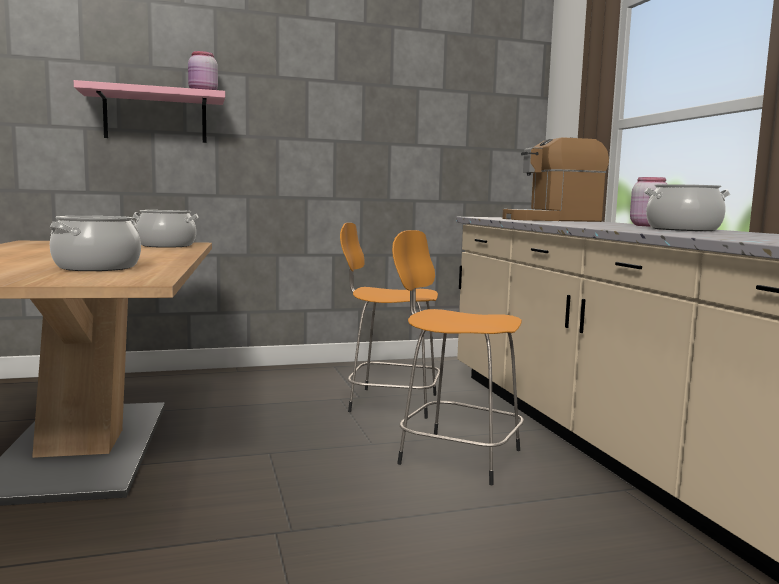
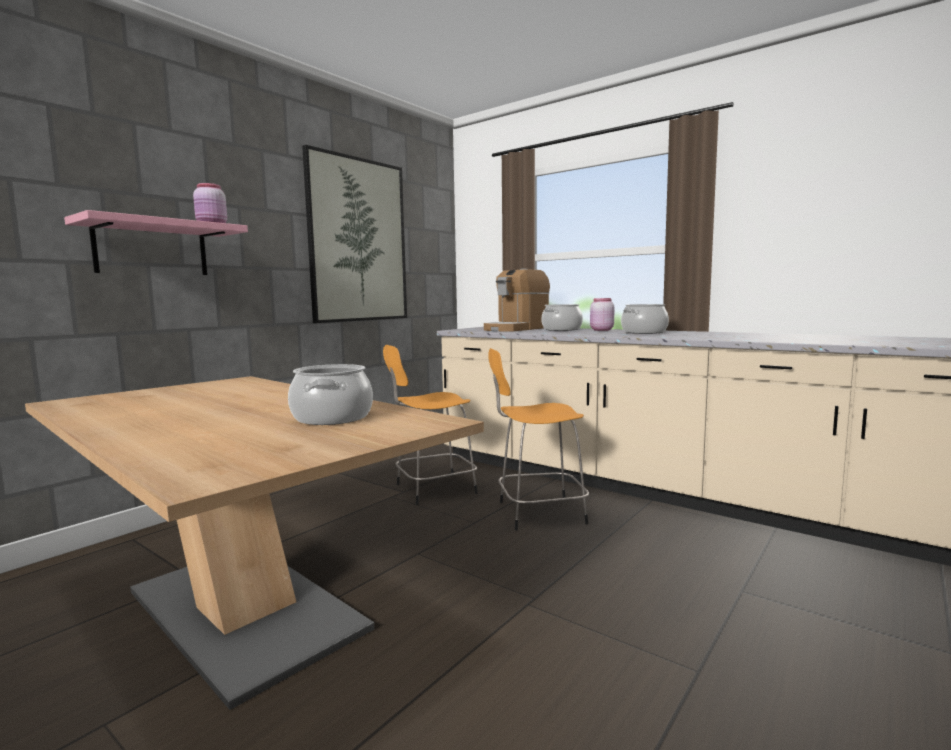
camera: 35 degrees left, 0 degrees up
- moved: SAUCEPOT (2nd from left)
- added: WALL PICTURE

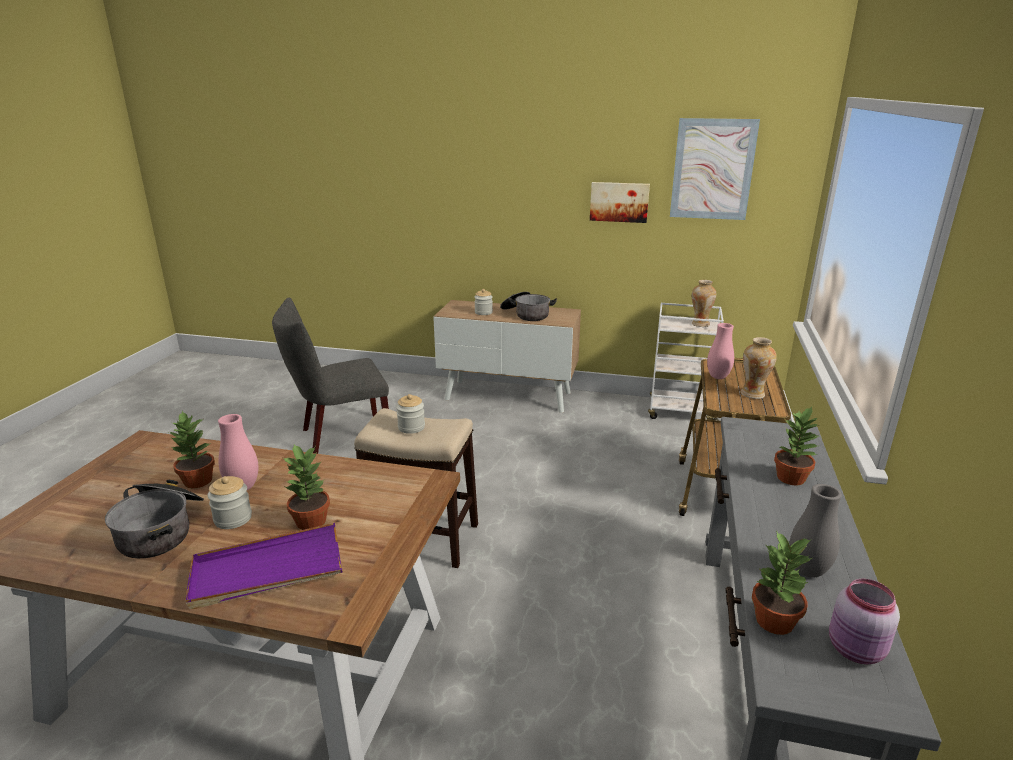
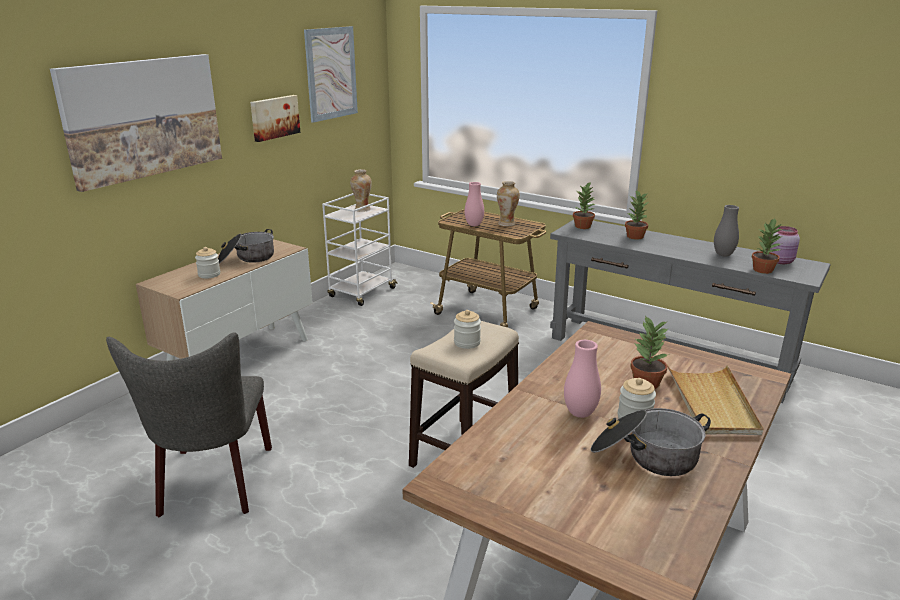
camera: 70 degrees left, 0 degrees up
- moved: PLANT IN A POT (1st from left)
- recoloured: PURPLISH SERVING TRAY to BEIGE SERVING TRAY
- added: WALL PICTURE (1st from left)

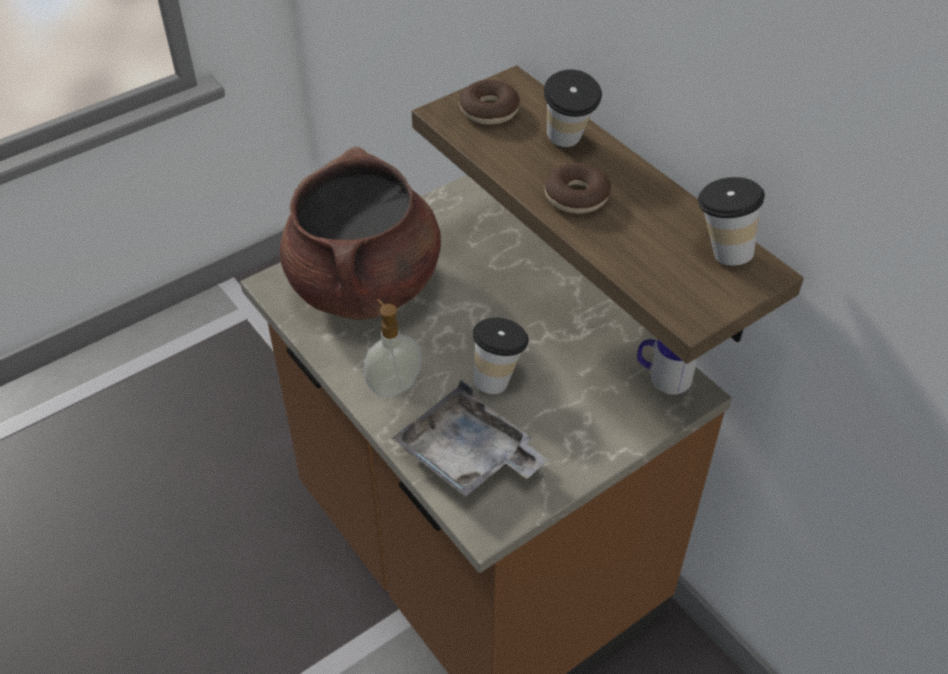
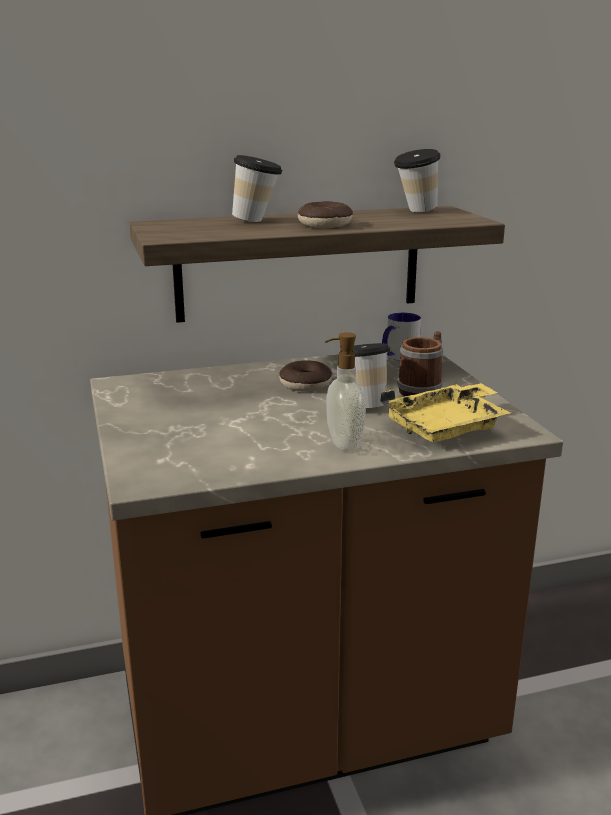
camera: 70 degrees left, 25 degrees down
- removed: BROWN-COLOURED SAUCEPOT
- recoloured: GRAY SERVING TRAY to YELLOW SERVING TRAY
- moved: DONUT (1st from left)
- added: MUG (2nd from left)

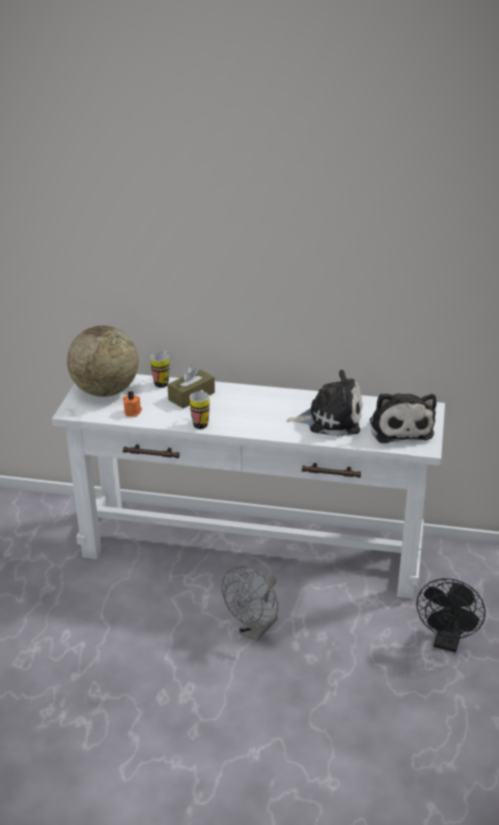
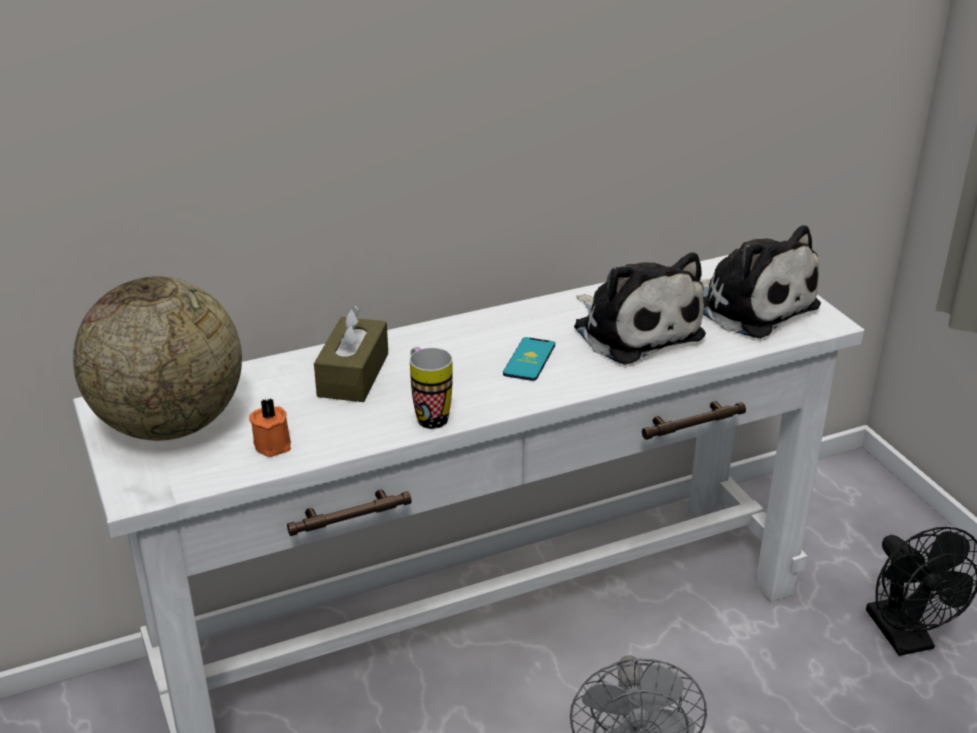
camera: 35 degrees left, 0 degrees up
- removed: MUG (1st from left)
- turned: CUDDLY TOY (1st from left) 90 degrees clockwise
- added: HANDSET

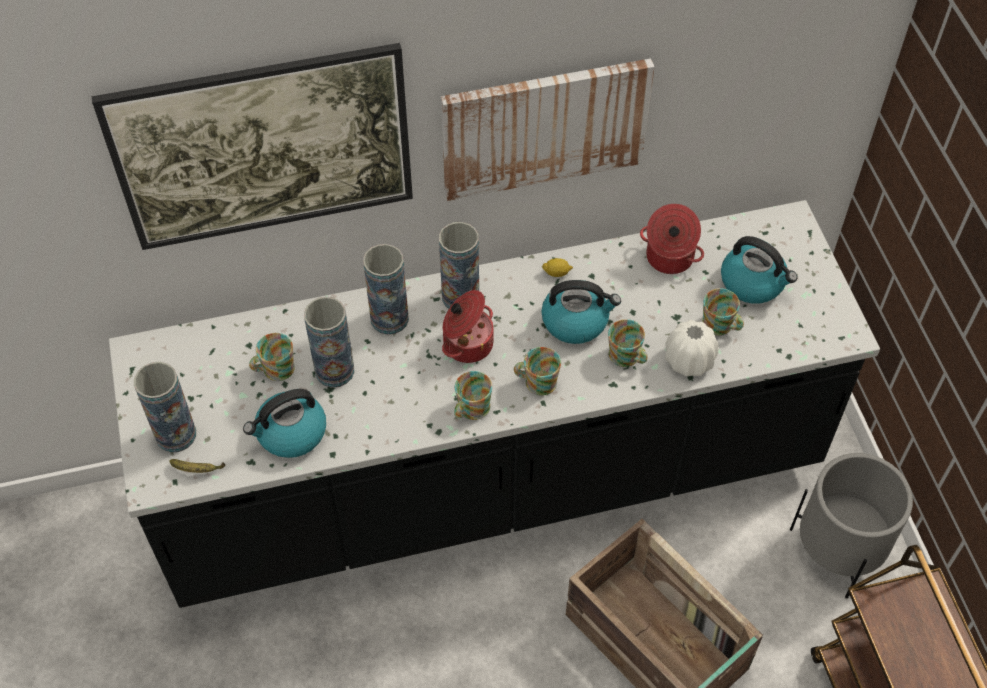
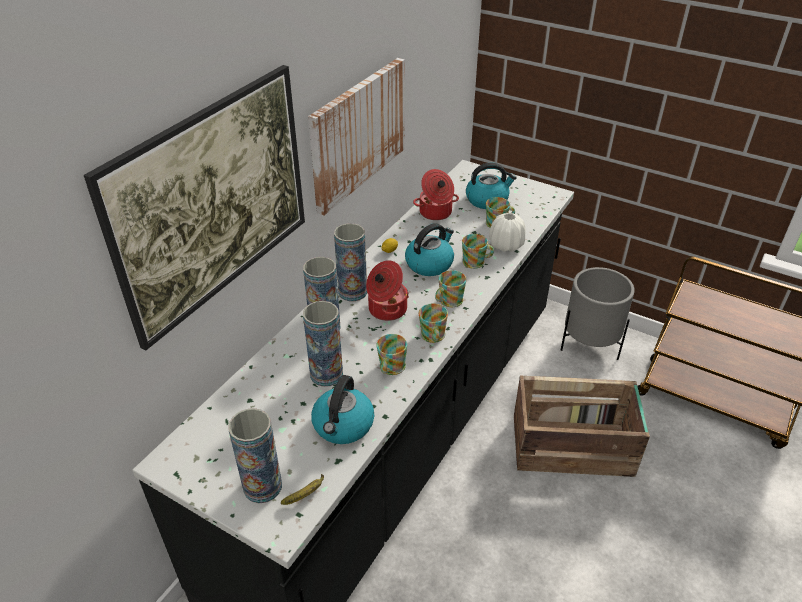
camera: 45 degrees left, 15 degrees down
- moved: MUG (1st from left)

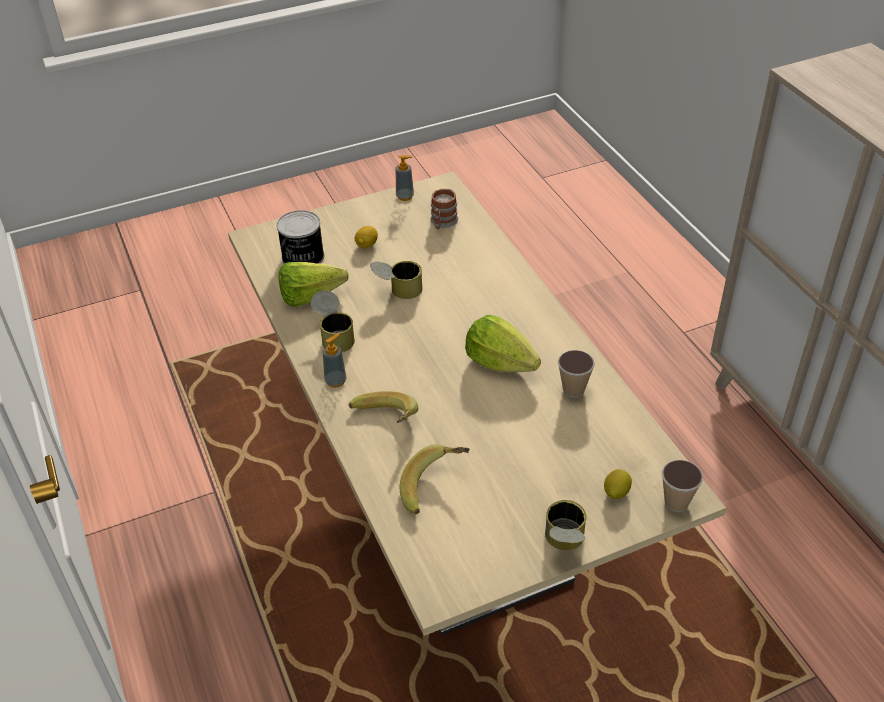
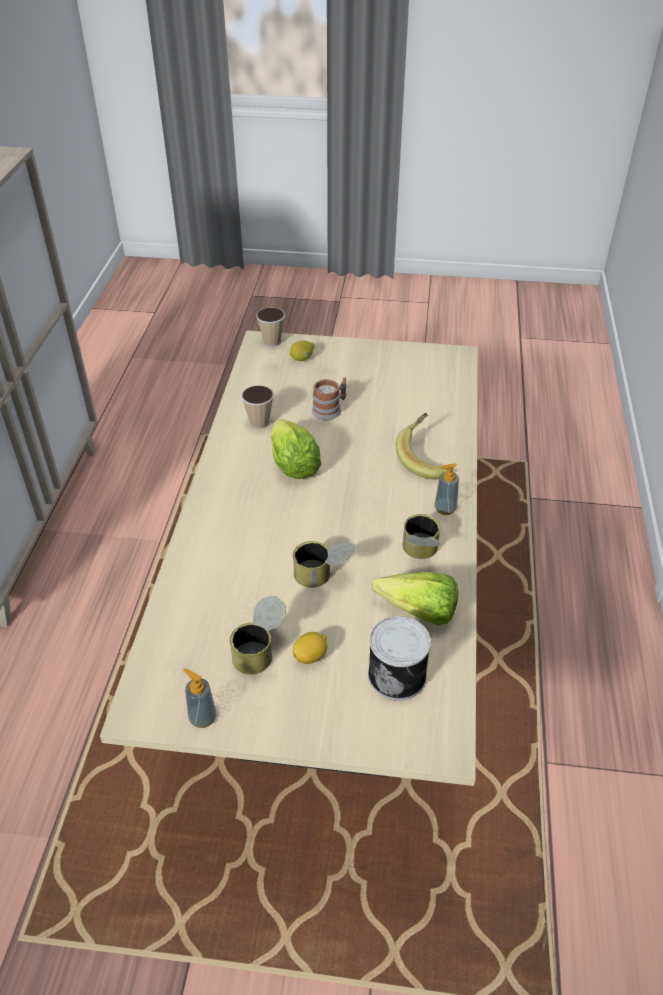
camera: 150 degrees left, 0 degrees up
- removed: BANANA FRUIT (2nd from left)
- moved: MUG
- moved: SEALED CAN (4th from left in the first image) to SEALED CAN (1st from left)

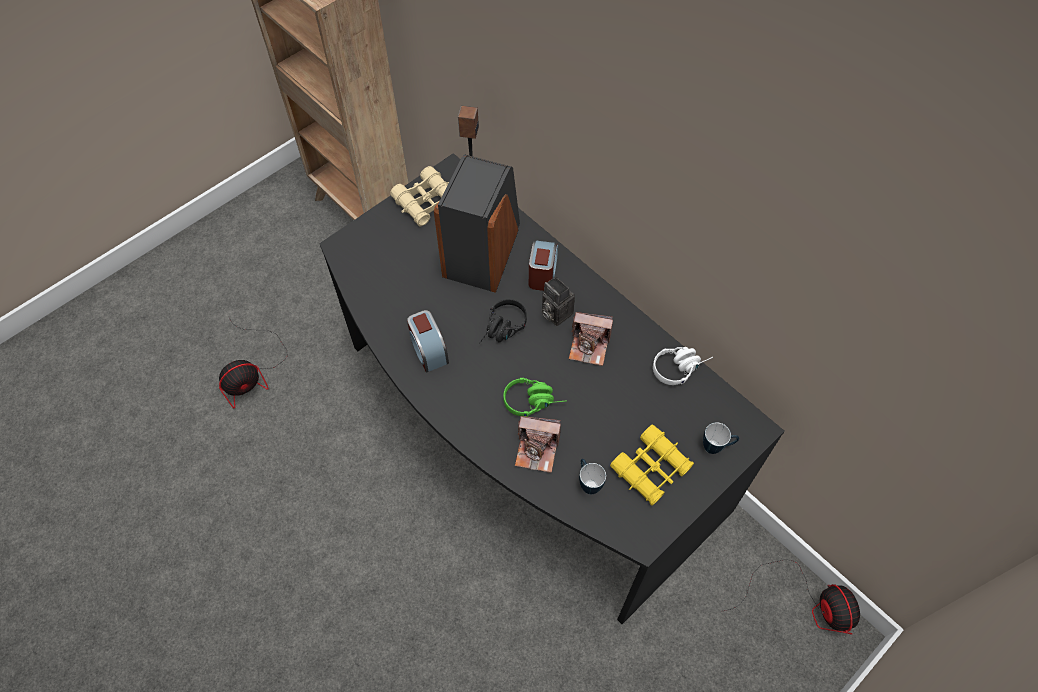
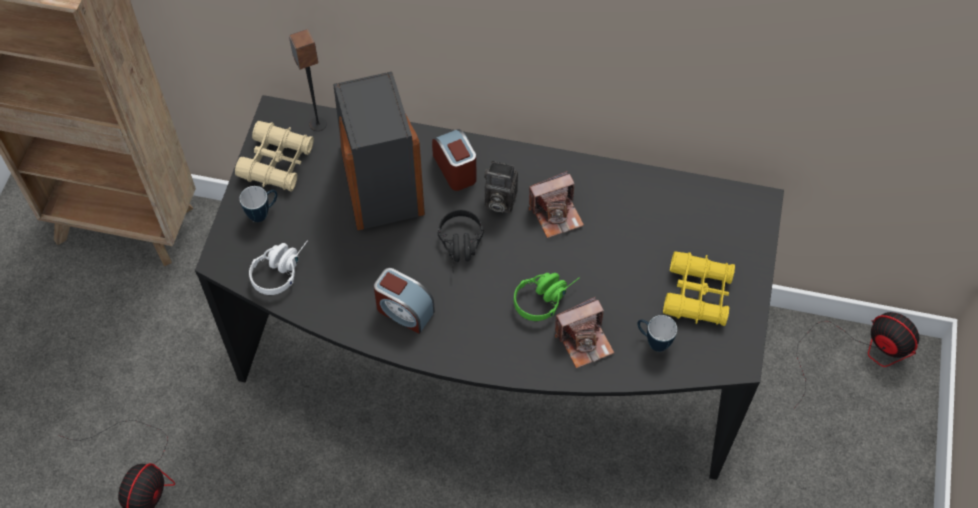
camera: 35 degrees left, 0 degrees up
- moved: WHITISH HEADSET
- moved: MUG (2nd from left in the first image) to MUG (1st from left)

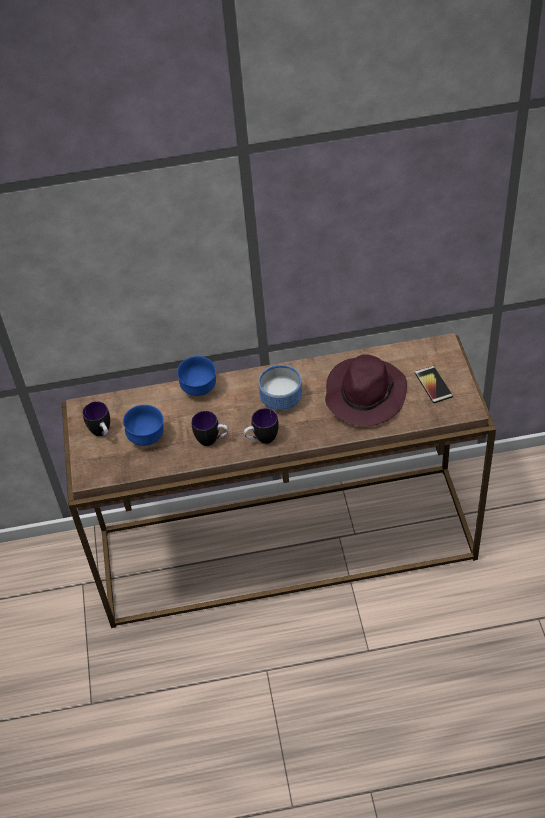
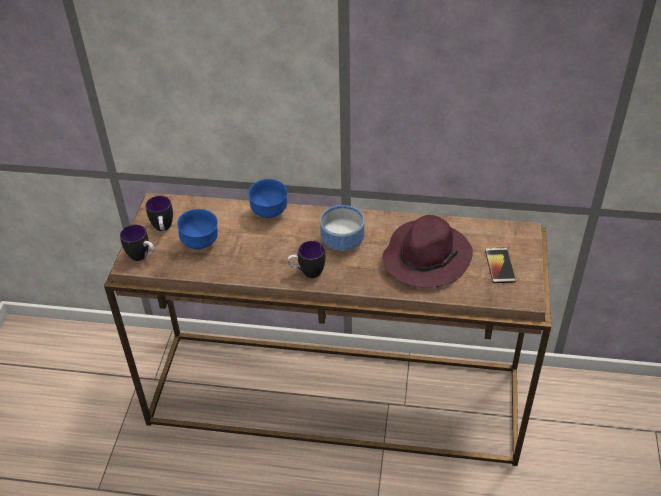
camera: 15 degrees right, 5 degrees down
- moved: MUG (2nd from left in the first image) to MUG (1st from left)

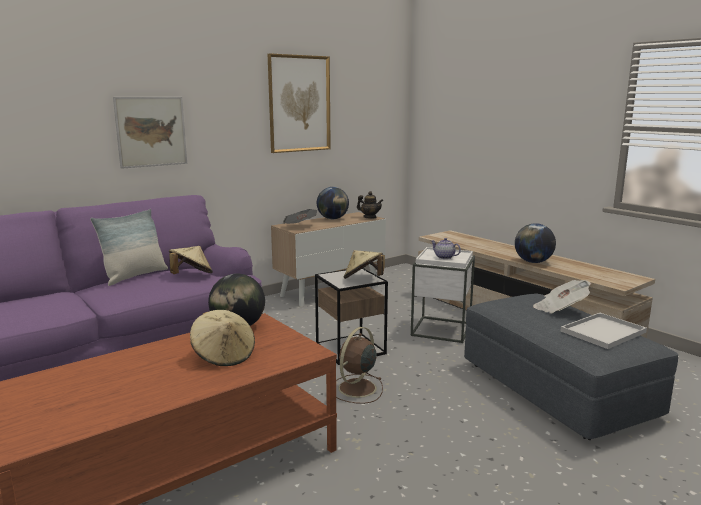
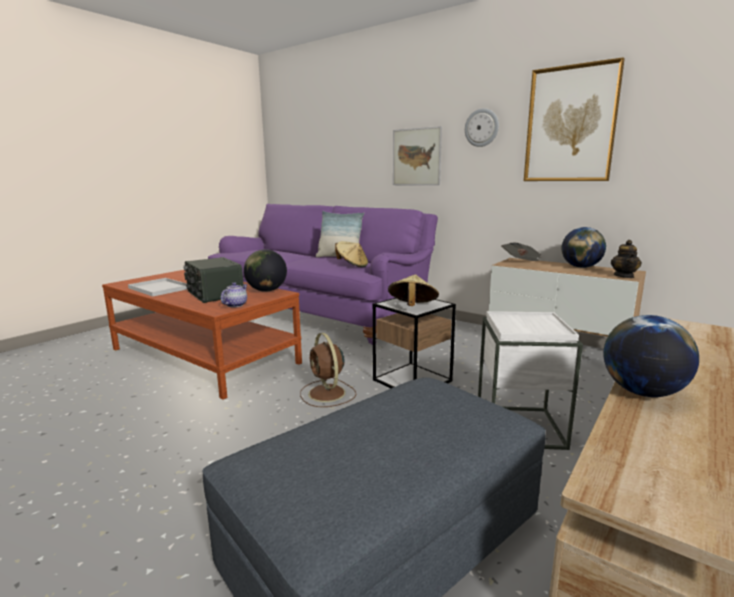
camera: 75 degrees right, 0 degrees up
- replaced: BEIGE HAT (2nd from left) to RADIO SET
- turned: BROWN-COLOURED ELECTRIC FAN 135 degrees counterclockwise
- moved: TEAPOT (2nd from left in the first image) to TEAPOT (1st from left)
- removed: NEWSPAPER (2nd from left)
- moved: WHITISH SERVING TRAY
- added: WALL CLOCK

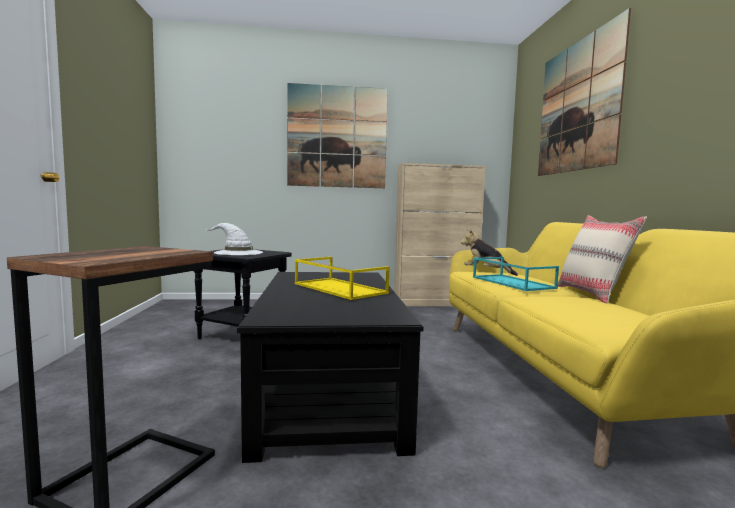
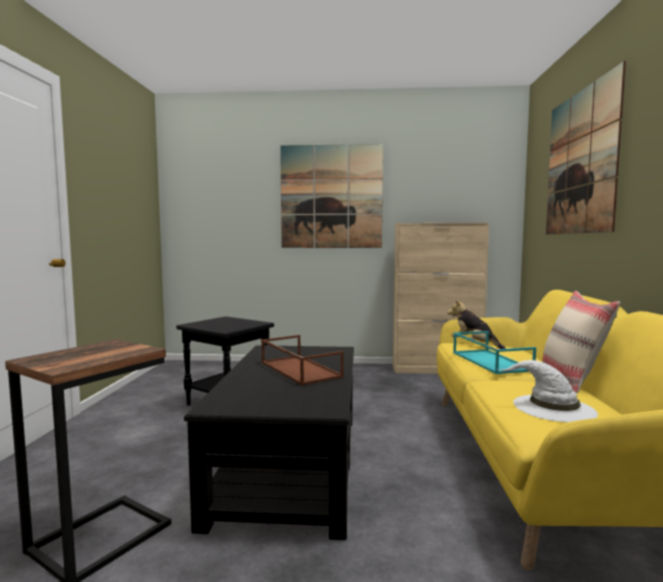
camera: 10 degrees right, 0 degrees up
- moved: WHITISH HAT
- recoloured: YELLOW SERVING TRAY to BROWN-COLOURED SERVING TRAY

